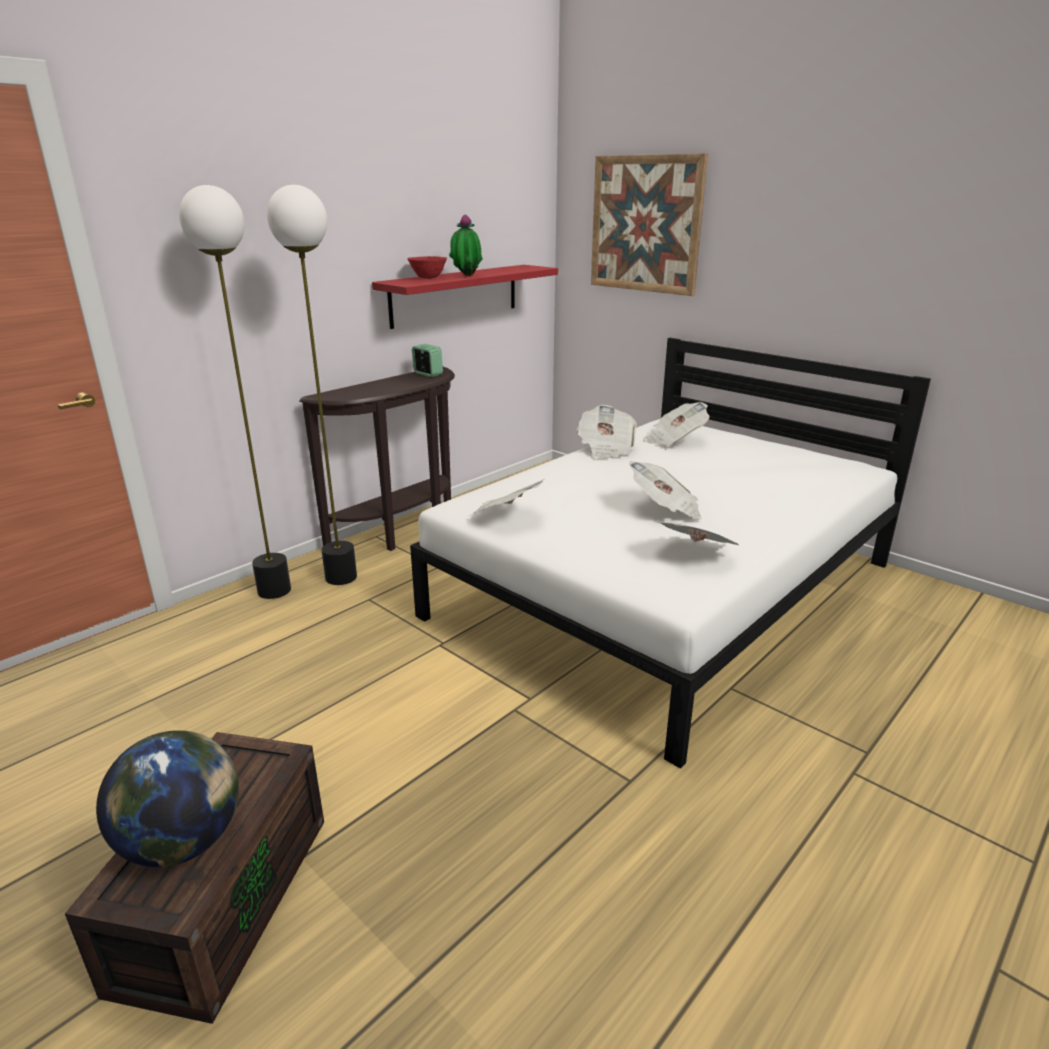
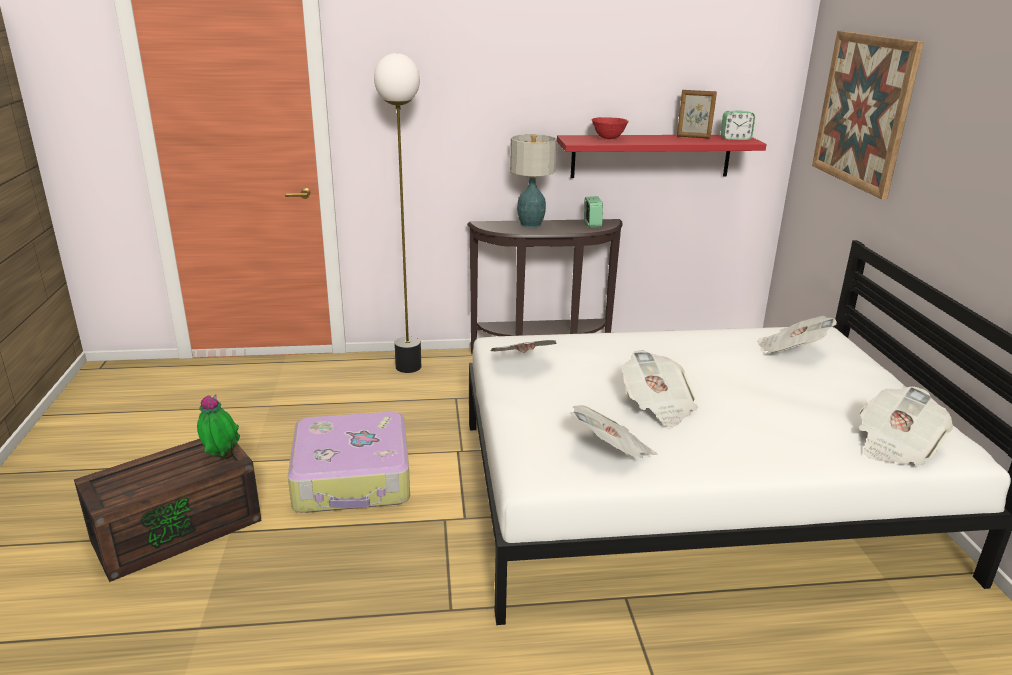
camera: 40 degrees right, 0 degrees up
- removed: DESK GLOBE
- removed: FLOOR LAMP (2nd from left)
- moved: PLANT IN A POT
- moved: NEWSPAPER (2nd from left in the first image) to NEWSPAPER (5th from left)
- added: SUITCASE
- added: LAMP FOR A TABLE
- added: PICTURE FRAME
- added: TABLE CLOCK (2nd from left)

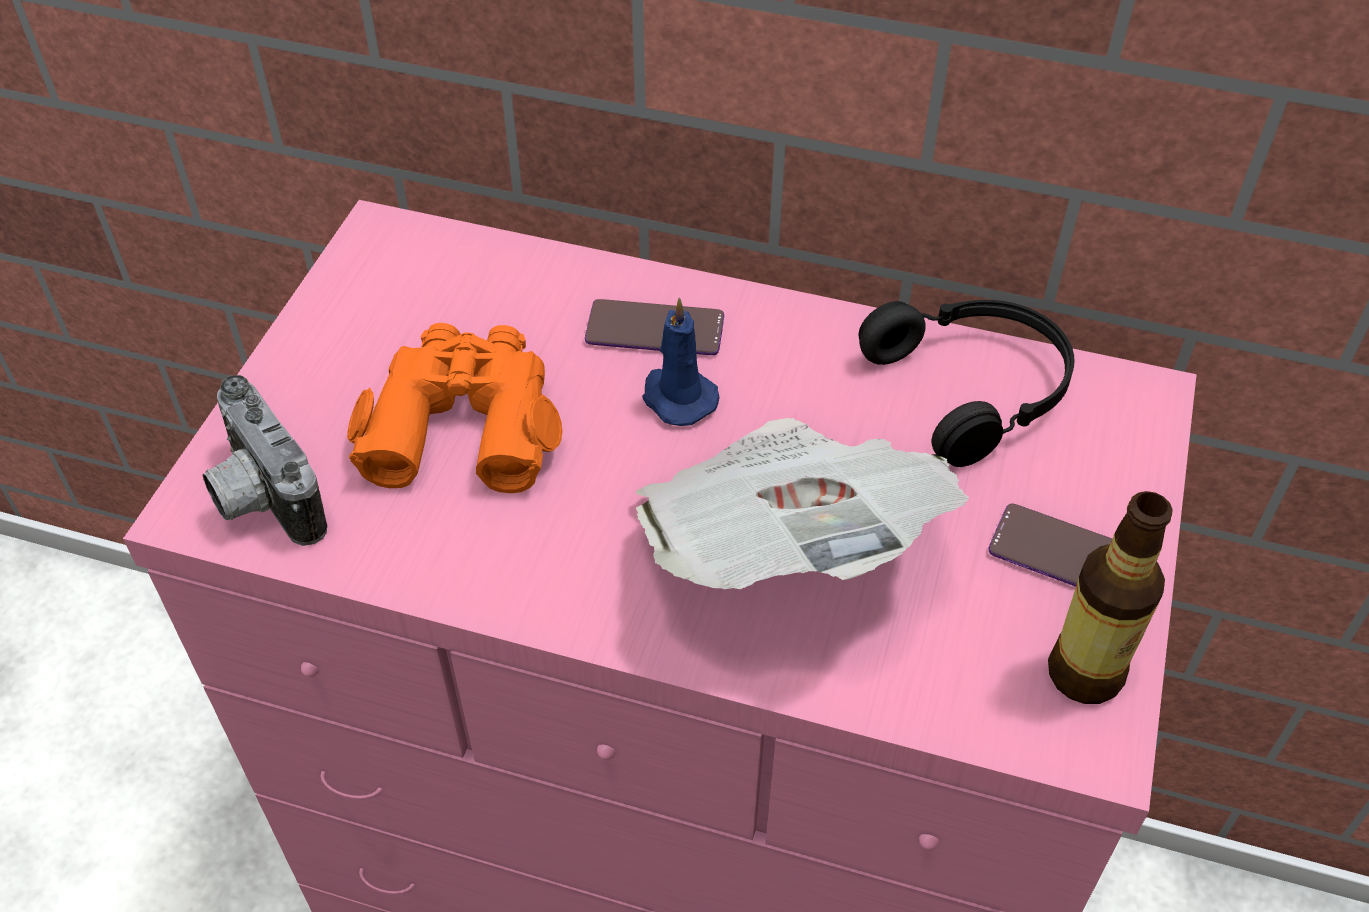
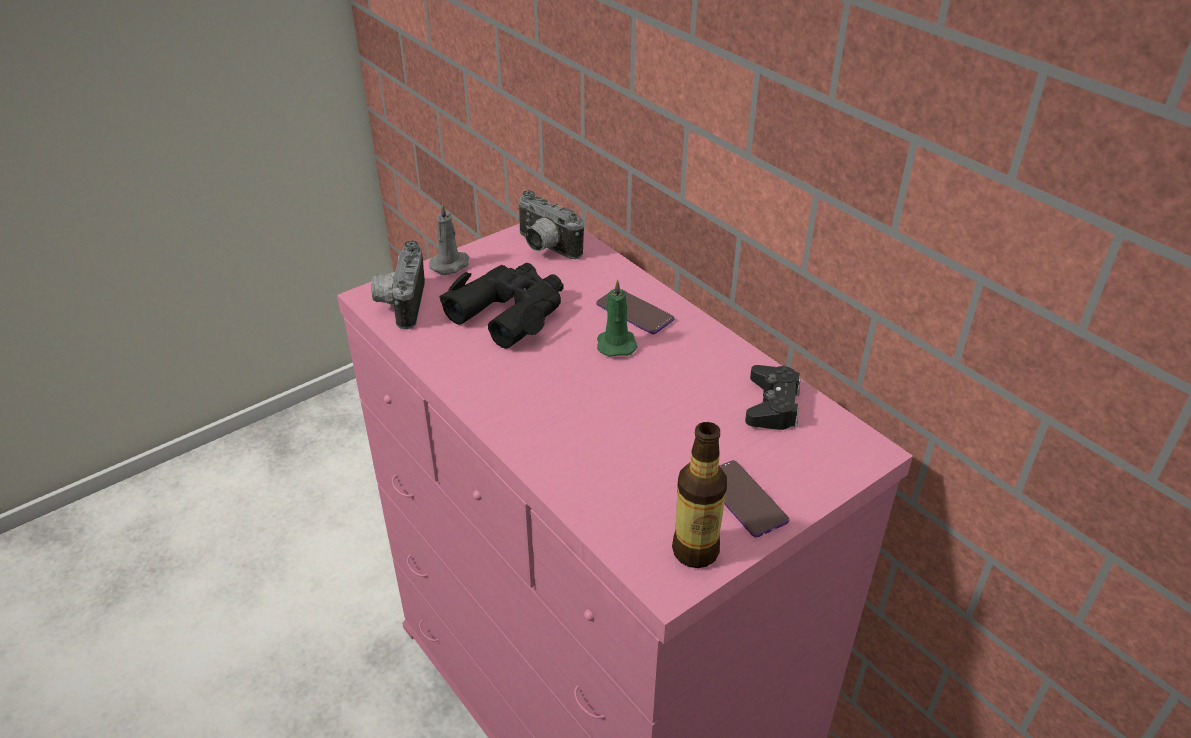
camera: 35 degrees right, 10 degrees down
- recoloured: ORANGE-COLOURED BINOCULARS to BLACK-COLOURED BINOCULARS
- removed: NEWSPAPER
- recoloured: BLUE WAX CANDLE to GREEN WAX CANDLE
- replaced: BLACK-COLOURED HEADSET to BLACK-COLOURED JOYPAD
- added: GRAY WAX CANDLE
- added: STILL CAMERA (2nd from left)

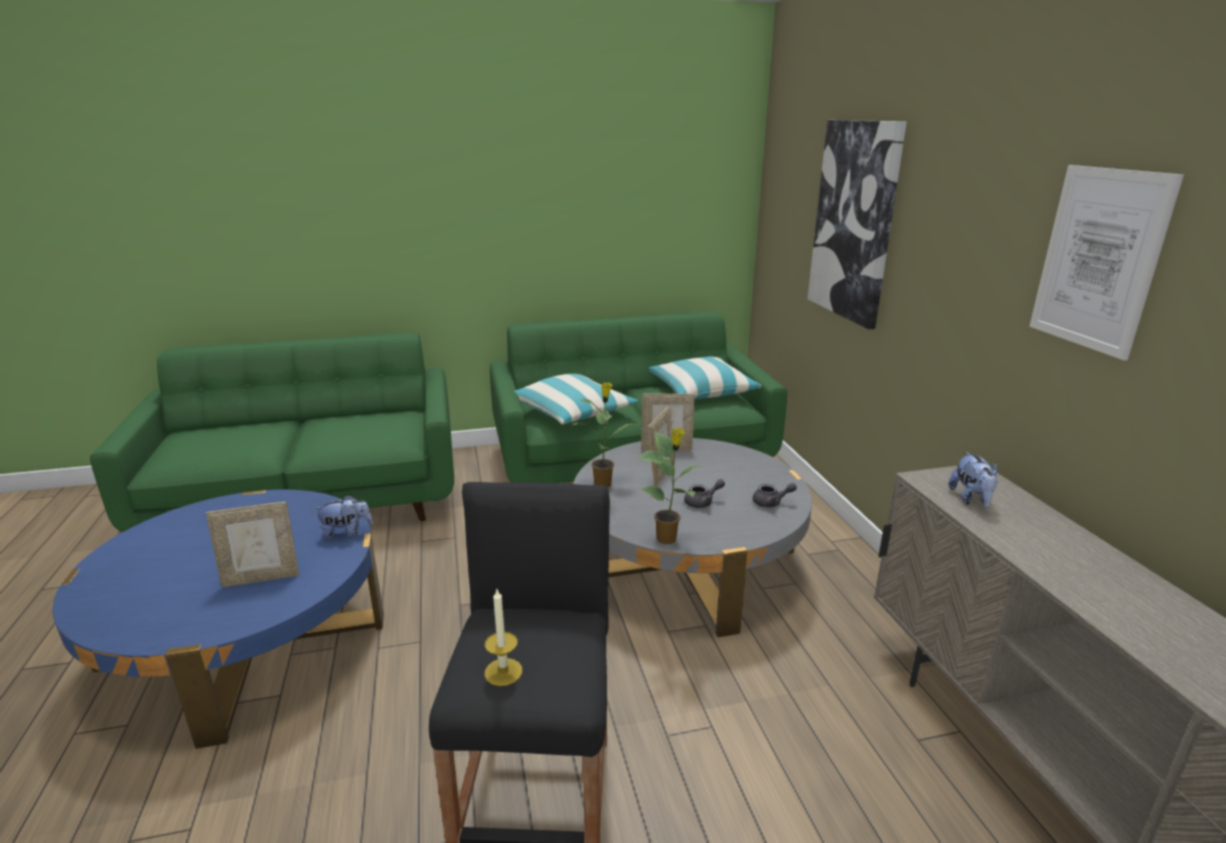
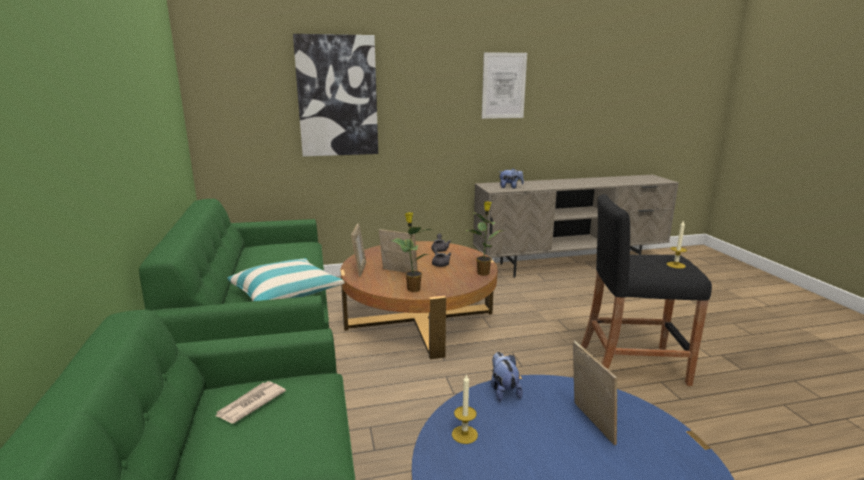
camera: 90 degrees left, 5 degrees down
- recoloured: GRAY LOUNGE TABLE to BROWN-COLOURED LOUNGE TABLE
- removed: THROW PILLOW (2nd from left)
- added: NEWSPAPER
- added: WAX CANDLE (1st from left)

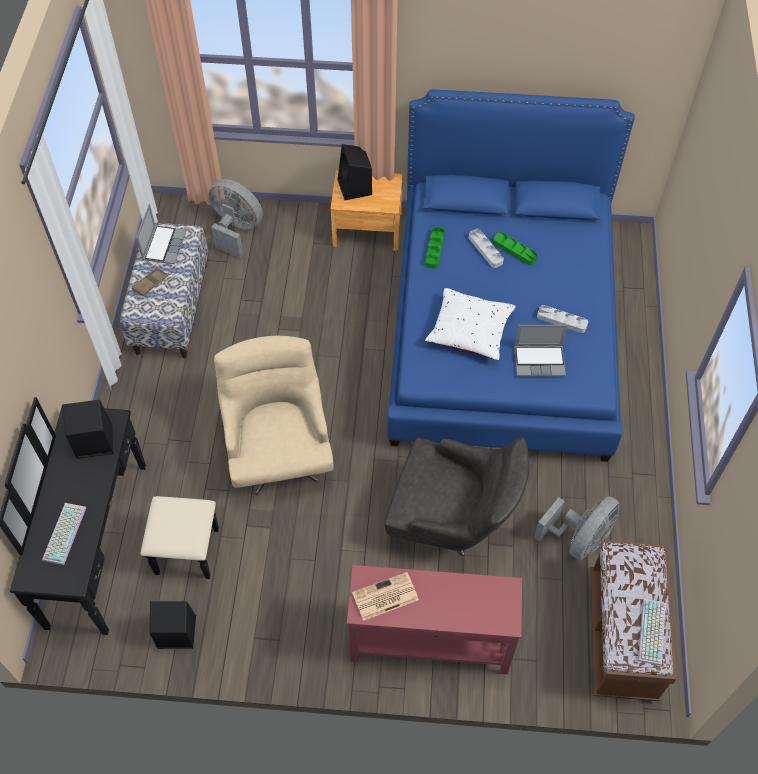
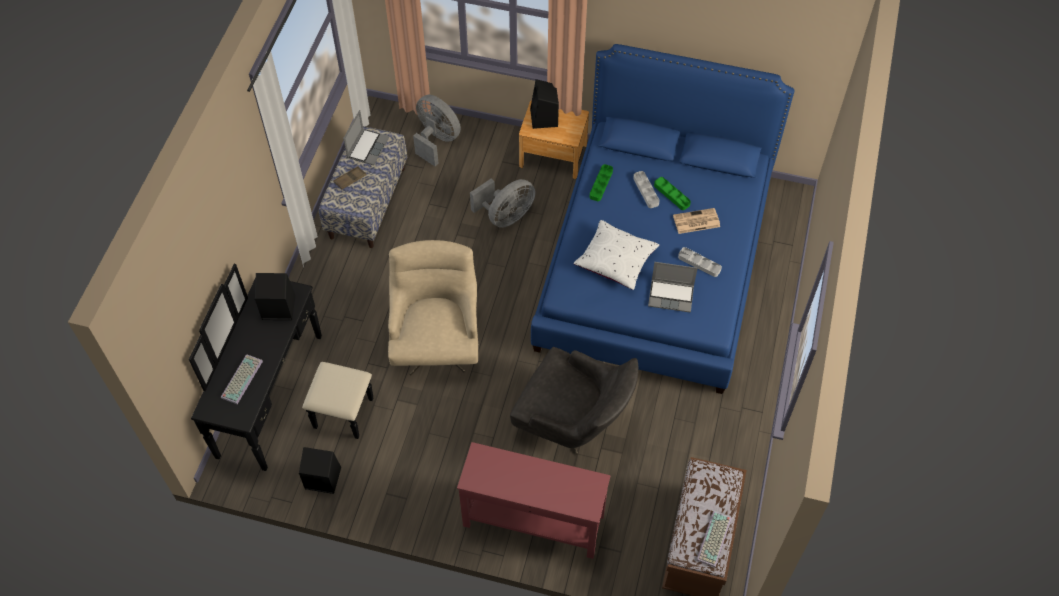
camera: 10 degrees right, 0 degrees up
- moved: NEWSPAPER
- moved: GRAY ELECTRIC FAN (2nd from left)

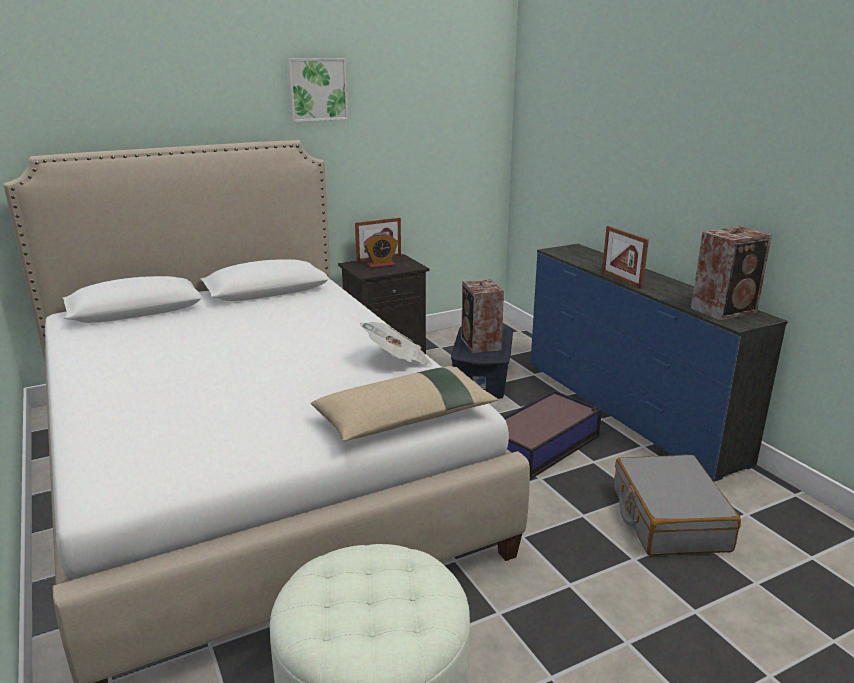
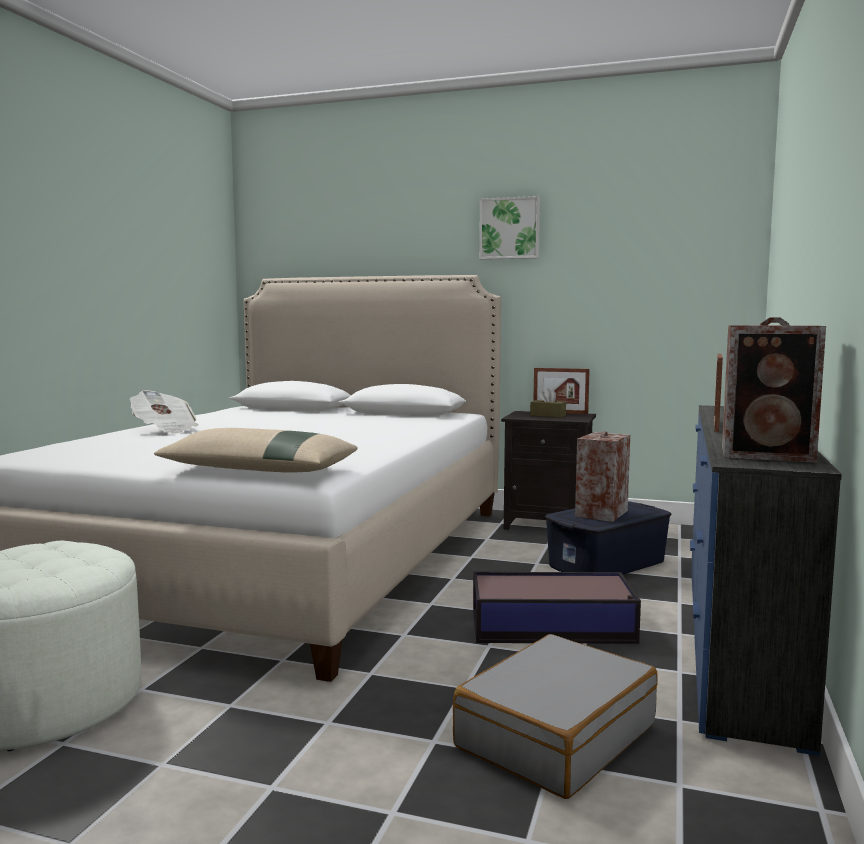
camera: 45 degrees right, 15 degrees down
- moved: NEWSPAPER
- replaced: TABLE CLOCK to BROWN-COLOURED BOX OF TISSUES

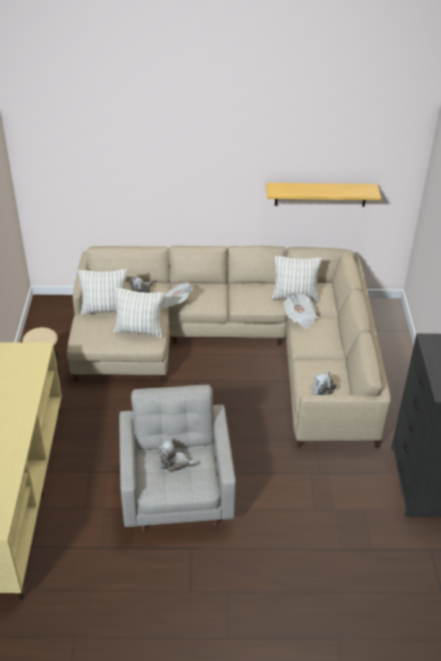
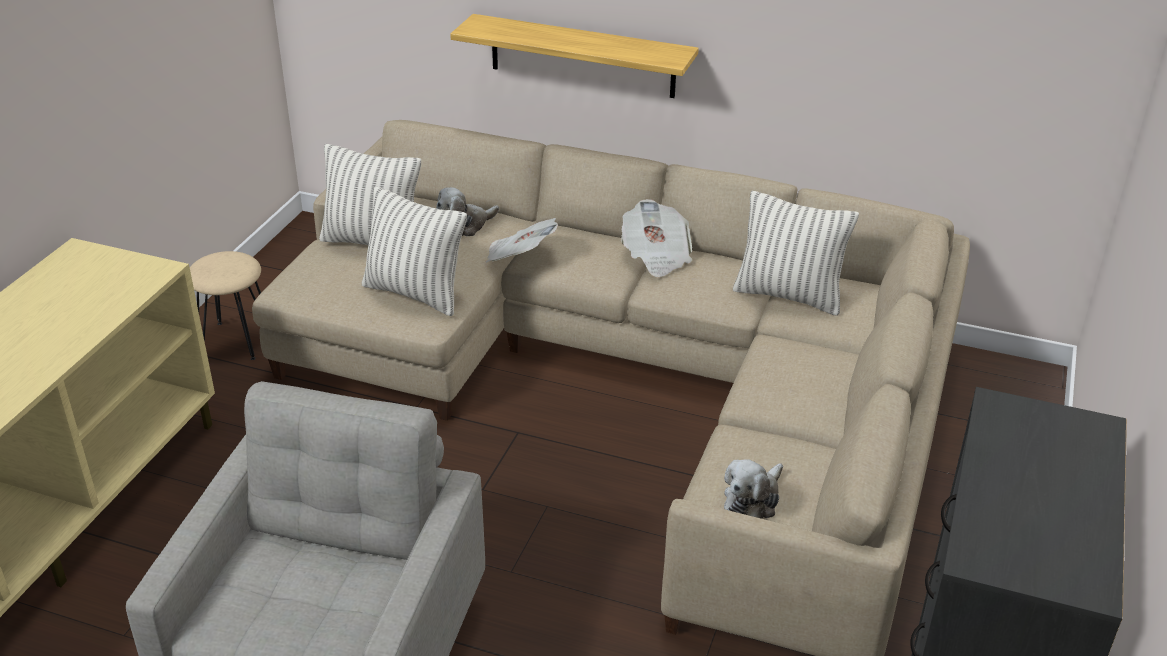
camera: 20 degrees right, 5 degrees down
- removed: CUDDLY TOY (2nd from left)
- moved: SHELF
- moved: NEWSPAPER (2nd from left)

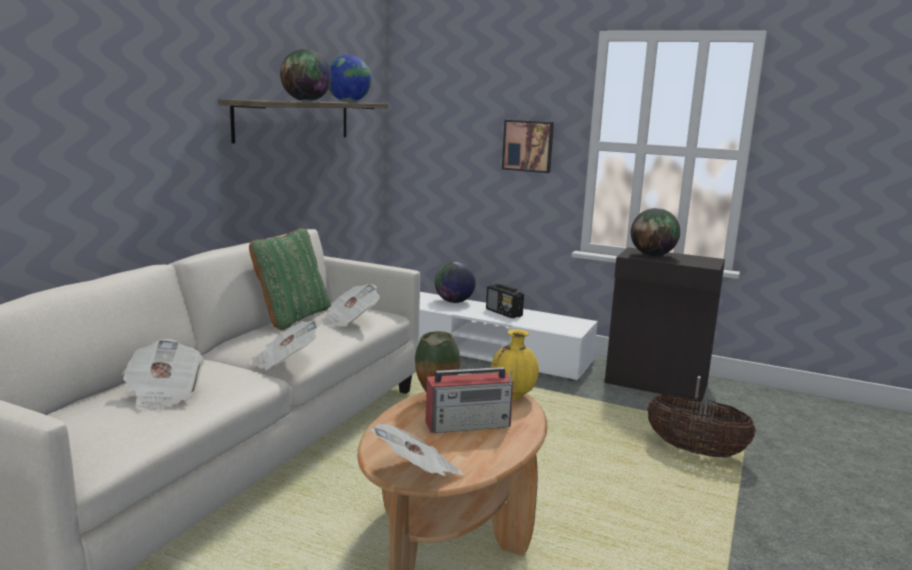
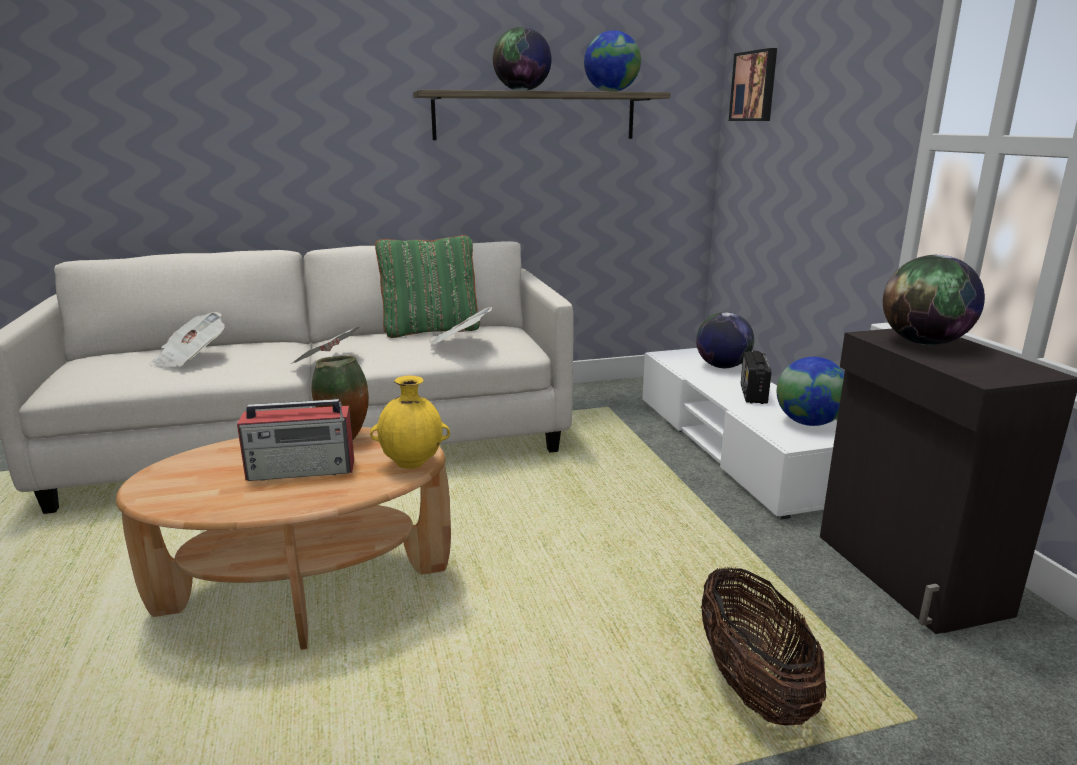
camera: 50 degrees right, 5 degrees up
- removed: NEWSPAPER (4th from left)
- turned: RADIO SET (1st from left) 45 degrees counterclockwise
- moved: WALL PICTURE
- added: DESK GLOBE (4th from left)

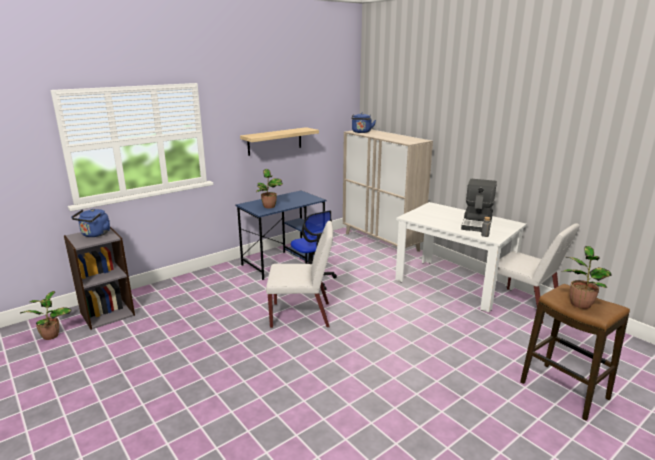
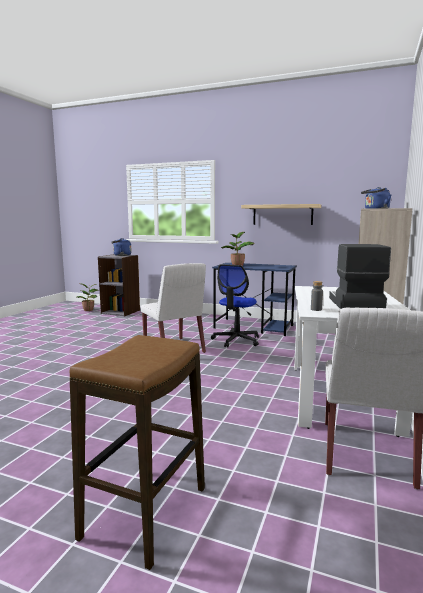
camera: 60 degrees right, 10 degrees down
- turned: COFFEE MAKER 105 degrees clockwise
- removed: PLANT IN A POT (3rd from left)

